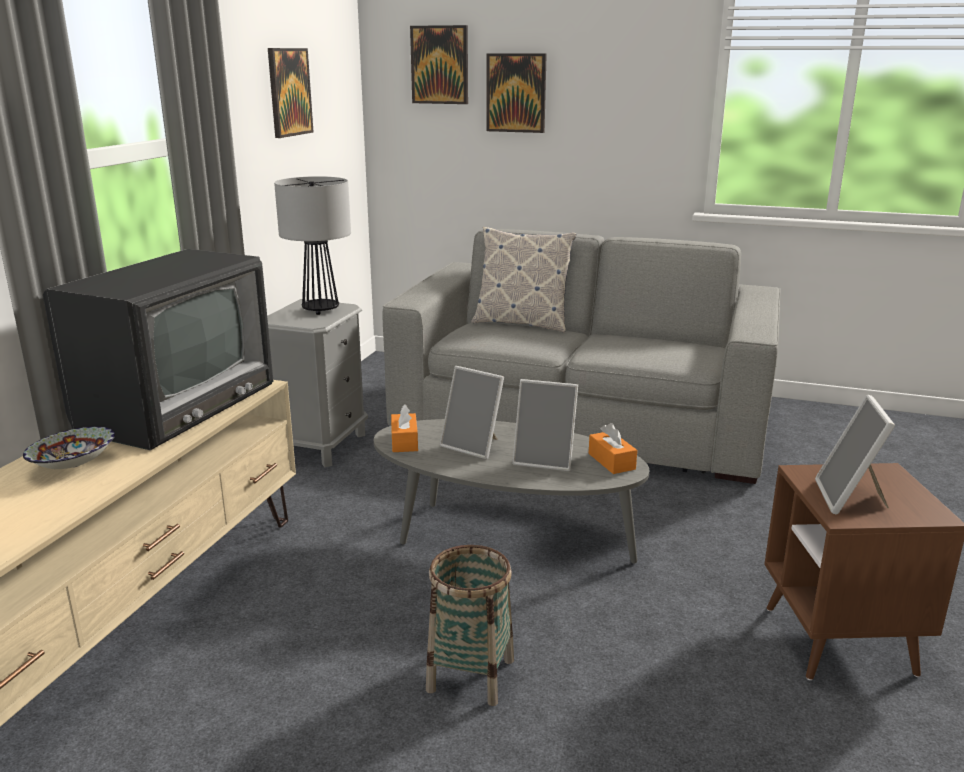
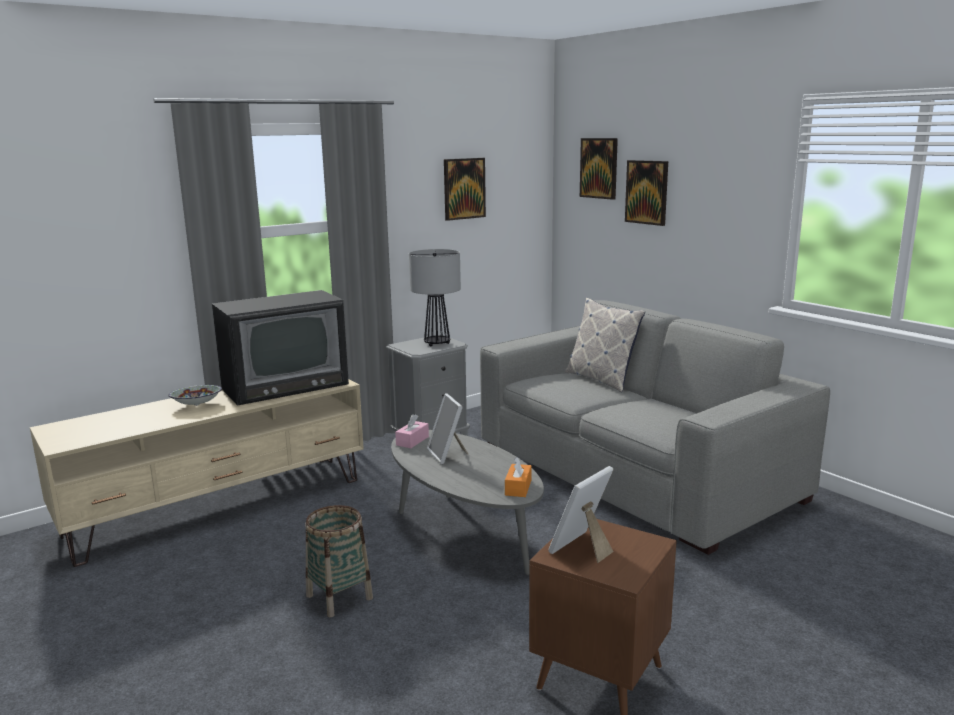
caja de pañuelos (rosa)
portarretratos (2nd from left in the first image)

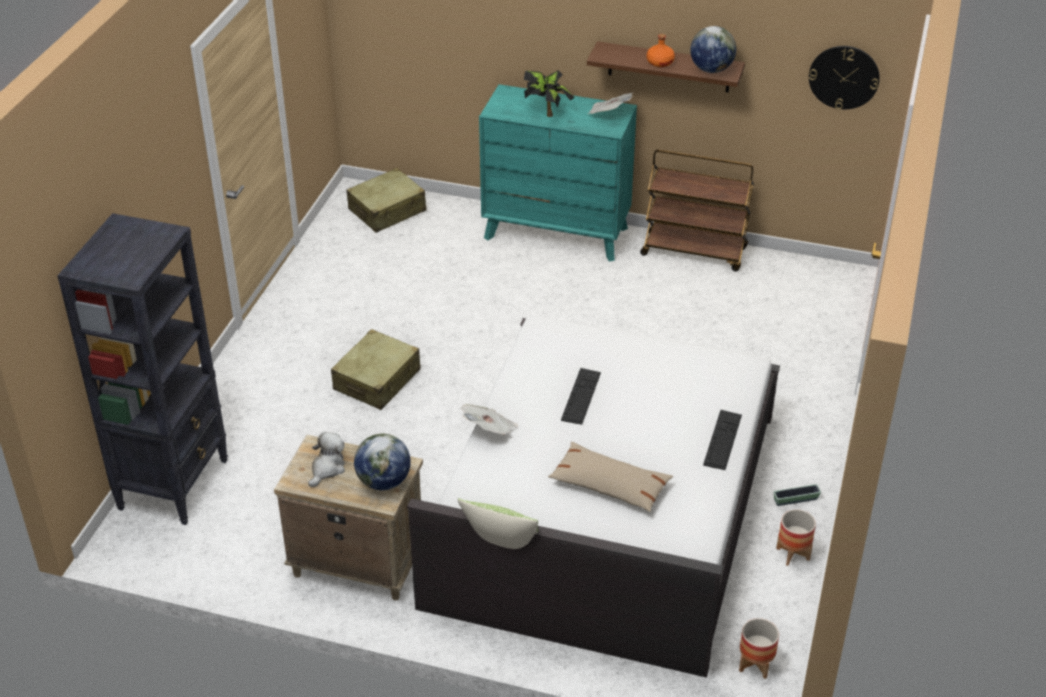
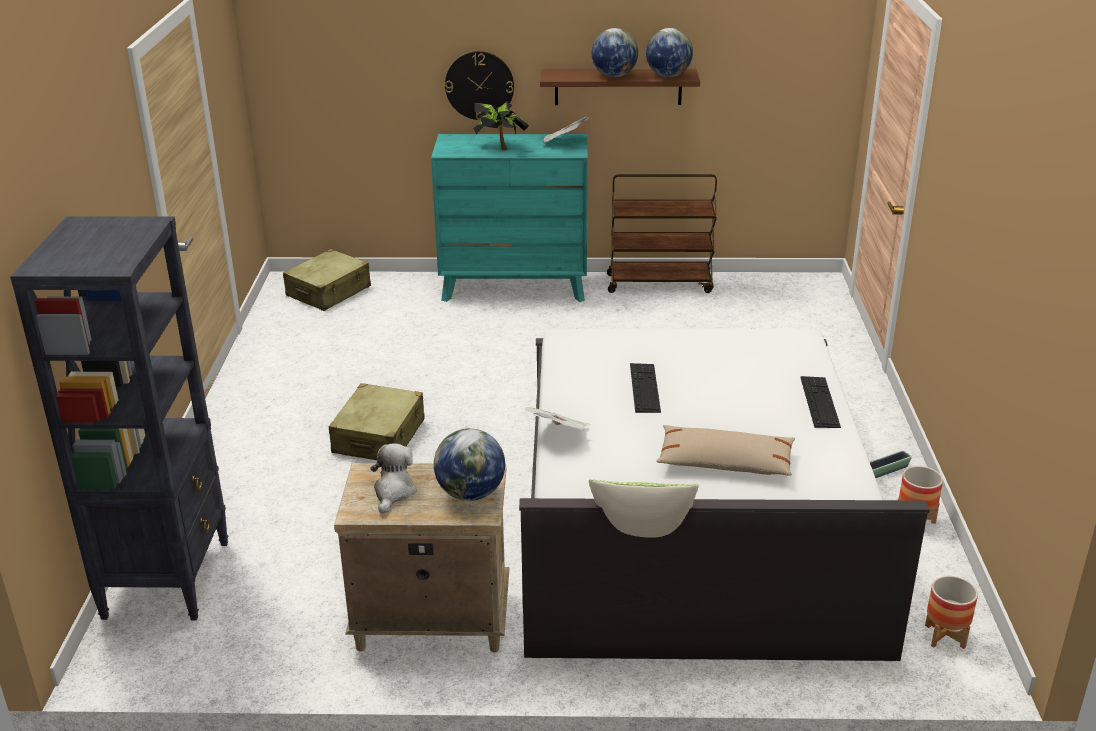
reloj de pared
globo terráqueo (2nd from left)

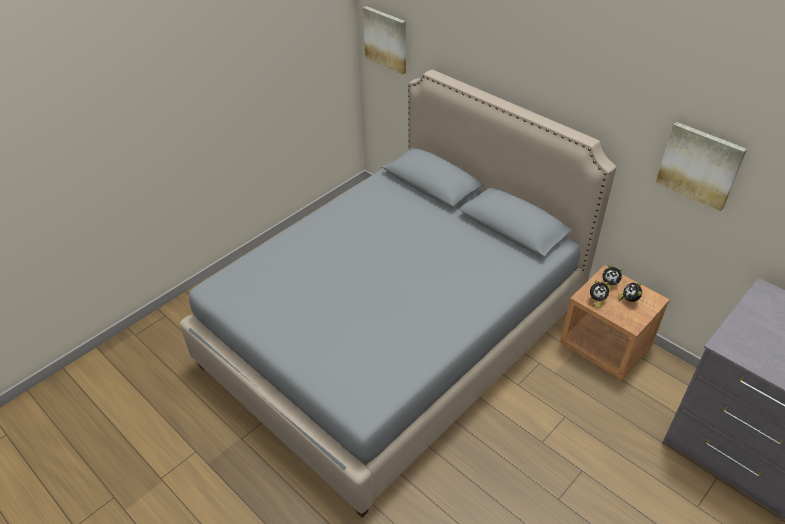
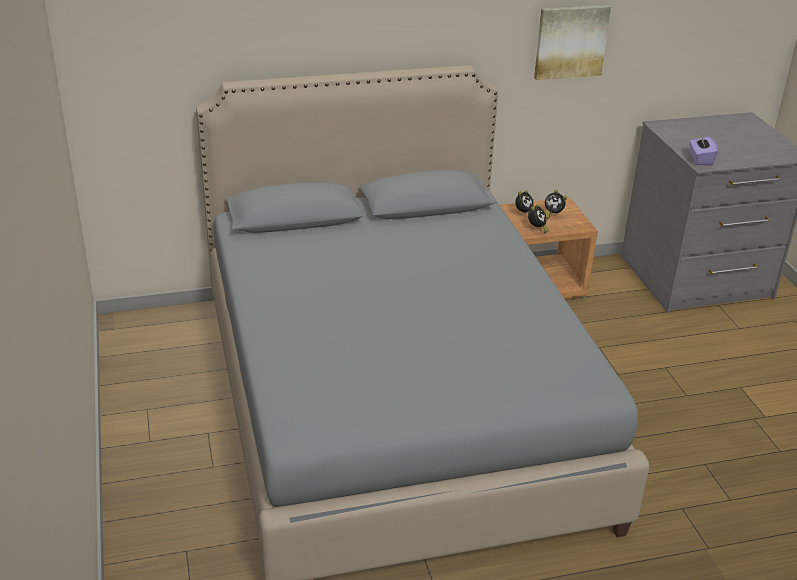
caja de pañuelos (morado)
cuadro (1st from left in the first image)

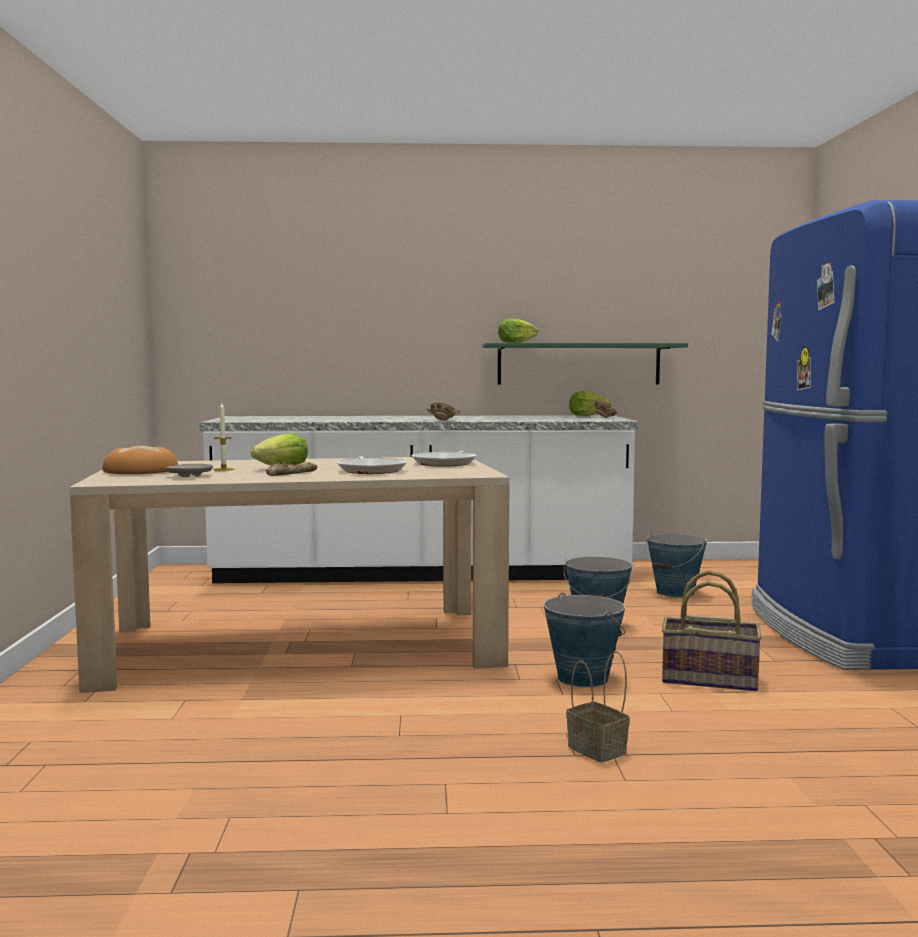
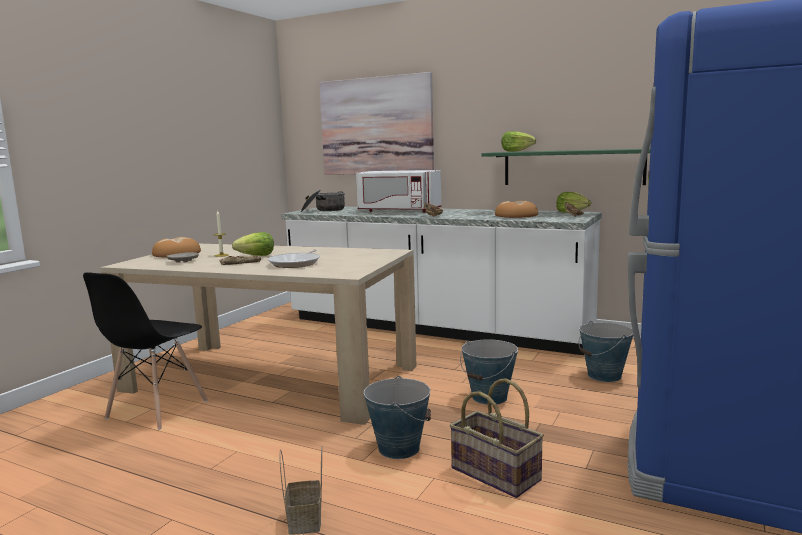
silla (negro)
olla
cuadro
microondas (blanco)
pan (3rd from left)
sartén (2nd from left in the first image)

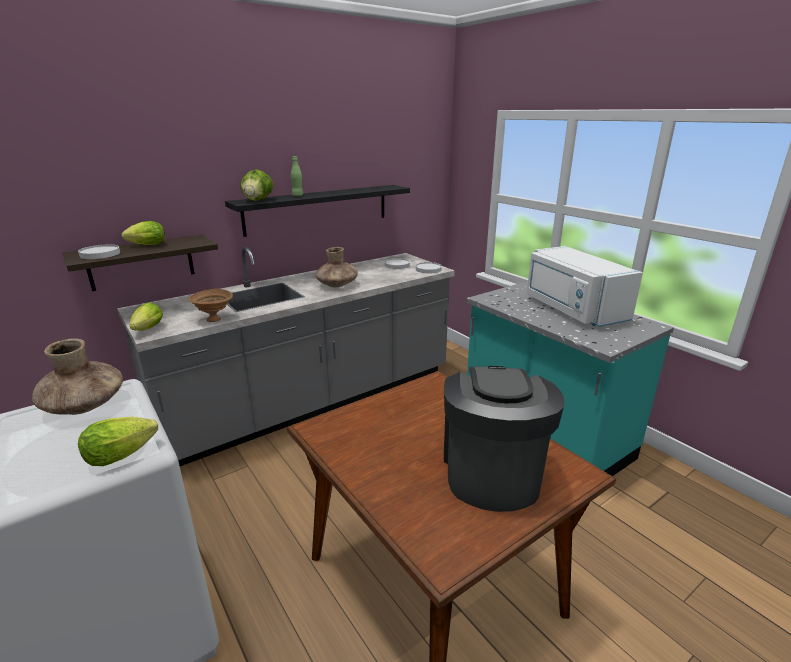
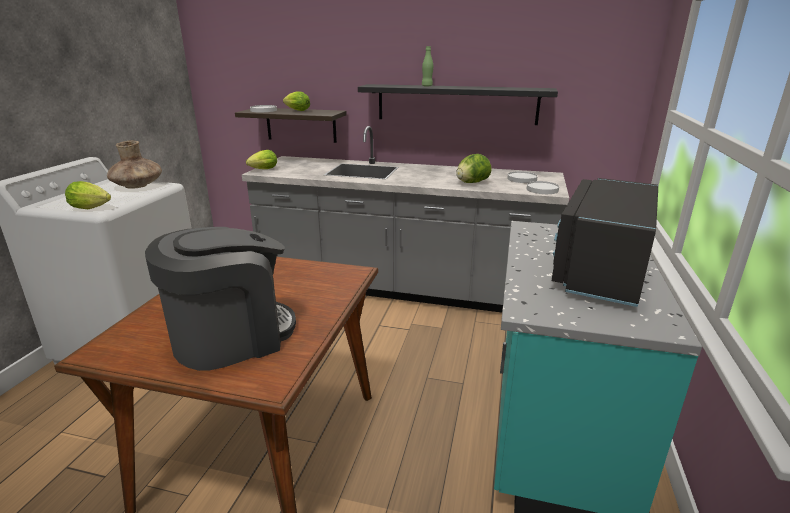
lechuga (4th from left)
microondas (negro)
cuenco (marrón)
florero (marrón) (2nd from left in the first image)

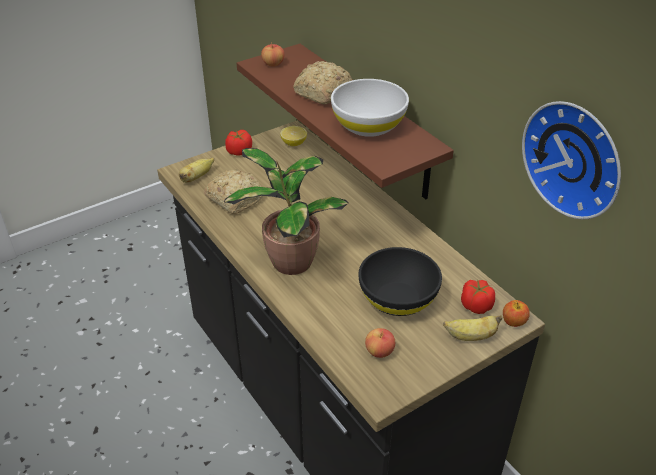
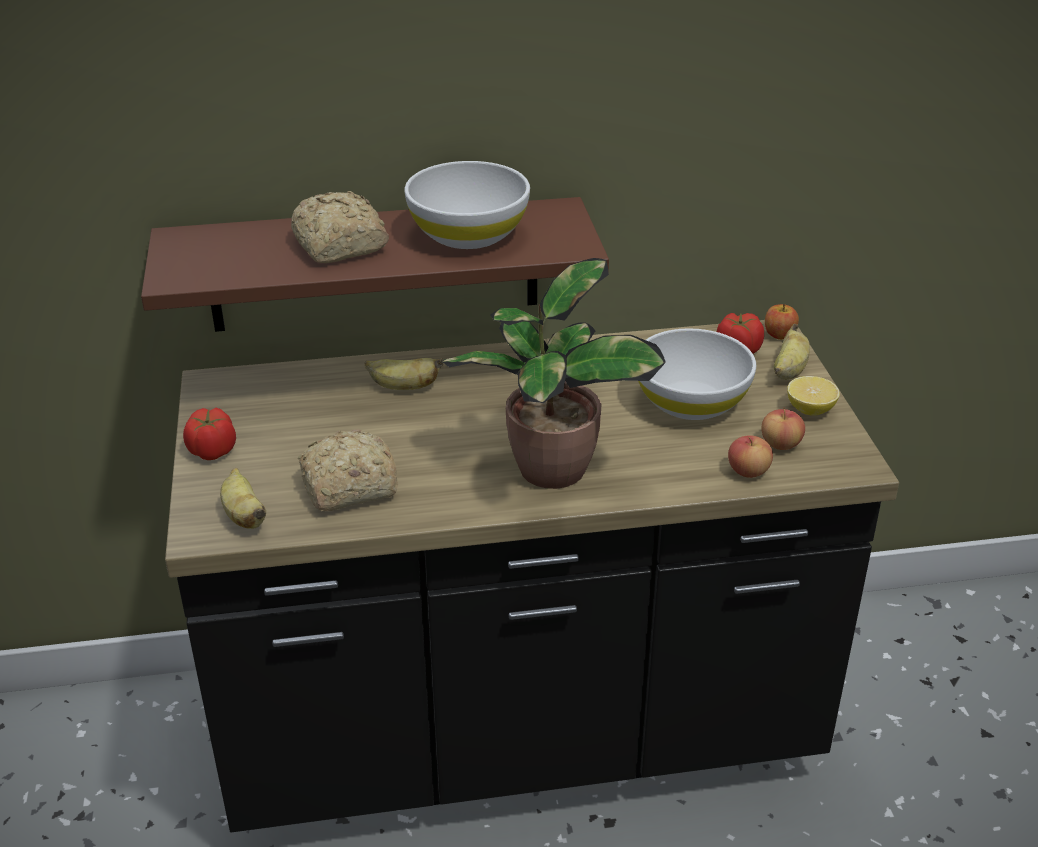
plátano (2nd from left)
cuenco (blanco) (2nd from left)
manzana (1st from left)
limón
reloj de pared

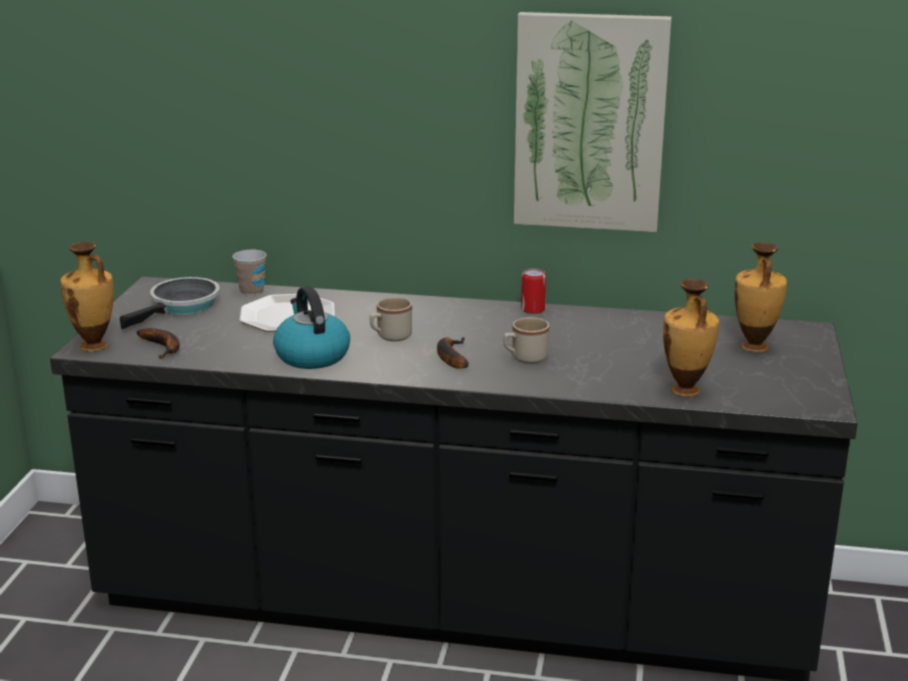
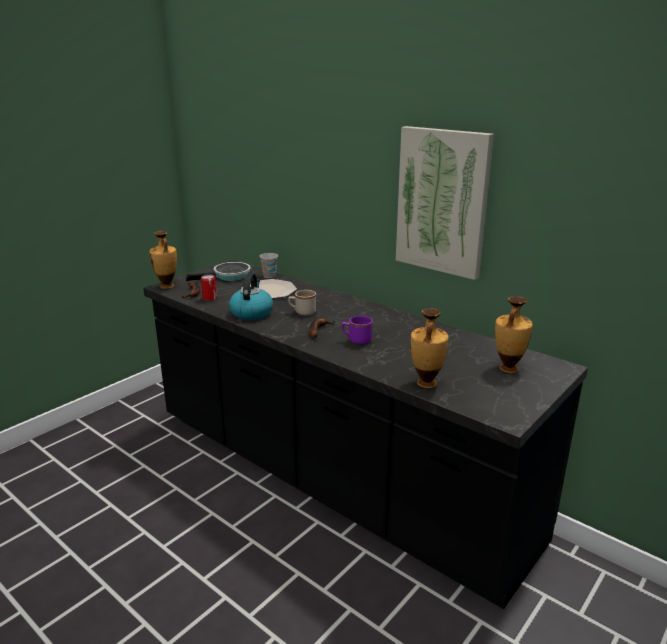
lata
taza grande (morado)

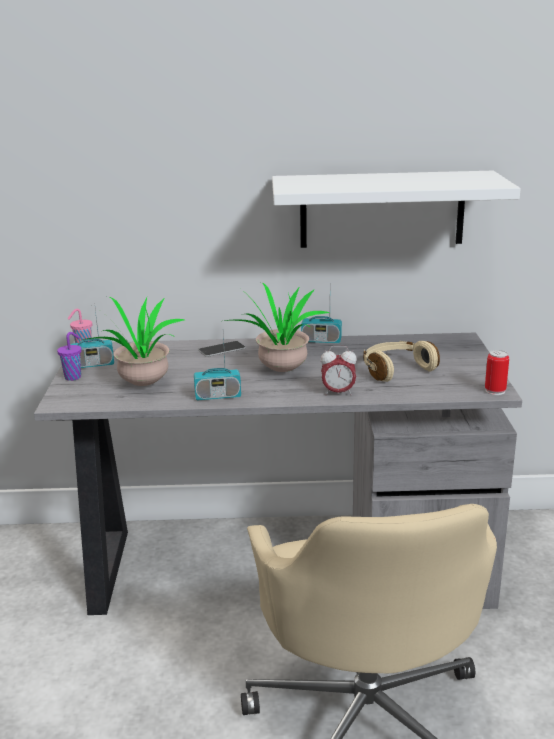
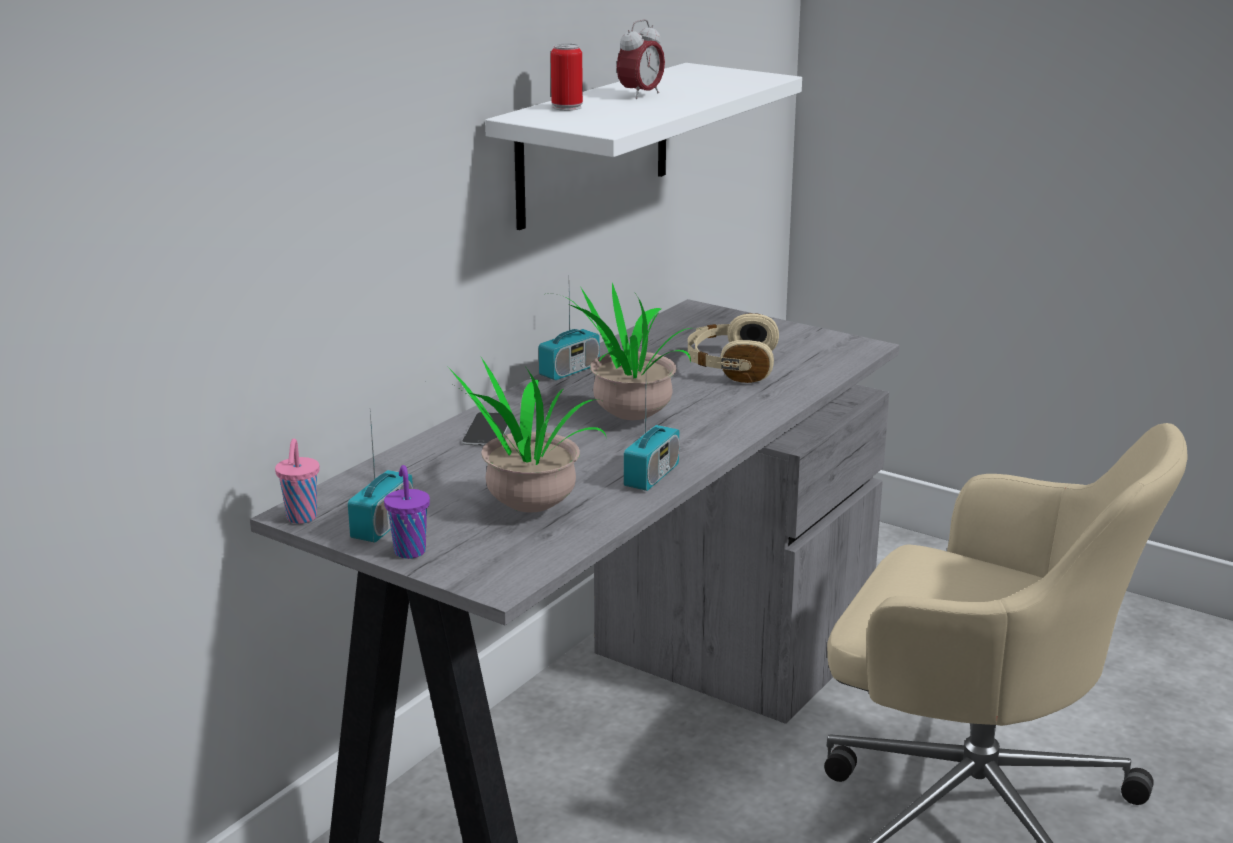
lata
despertador

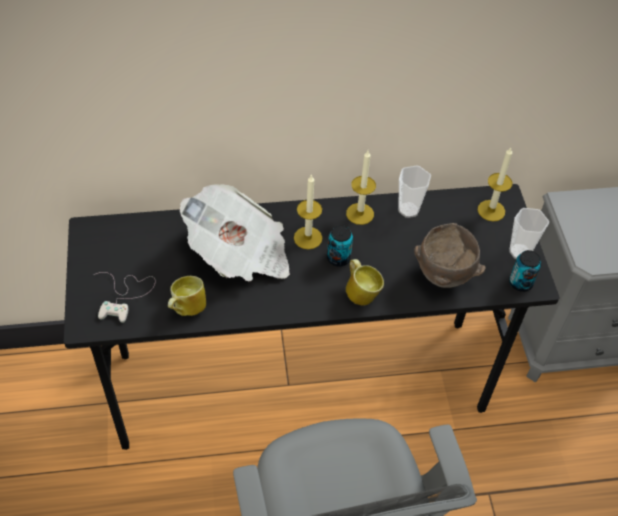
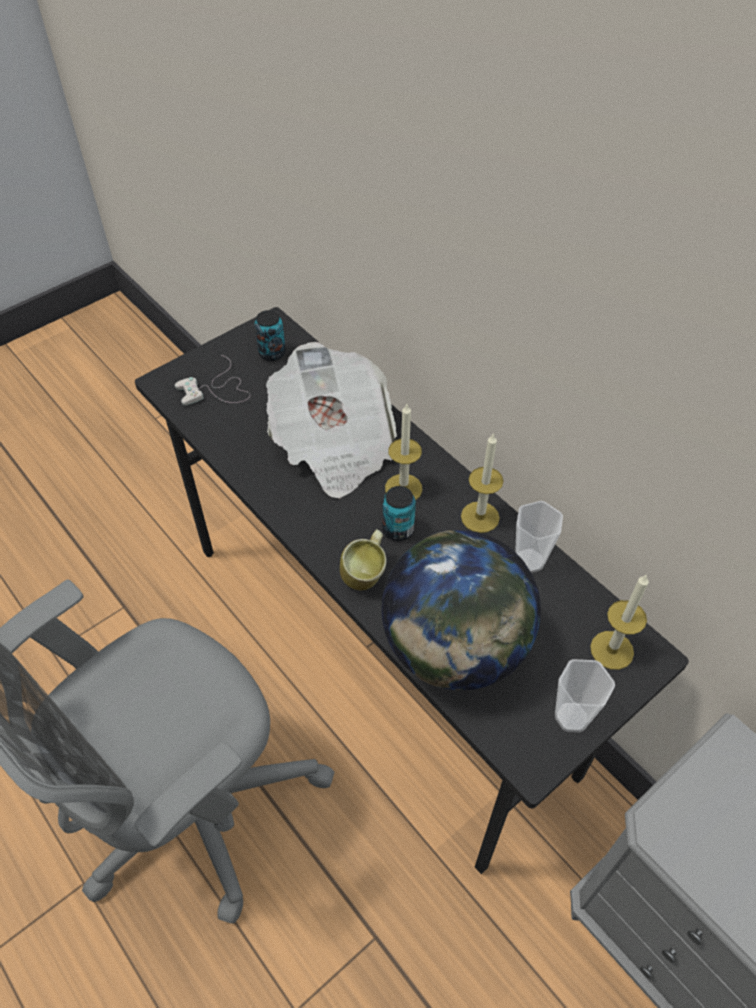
lata (1st from left)
globo terráqueo
taza grande (1st from left in the first image)

